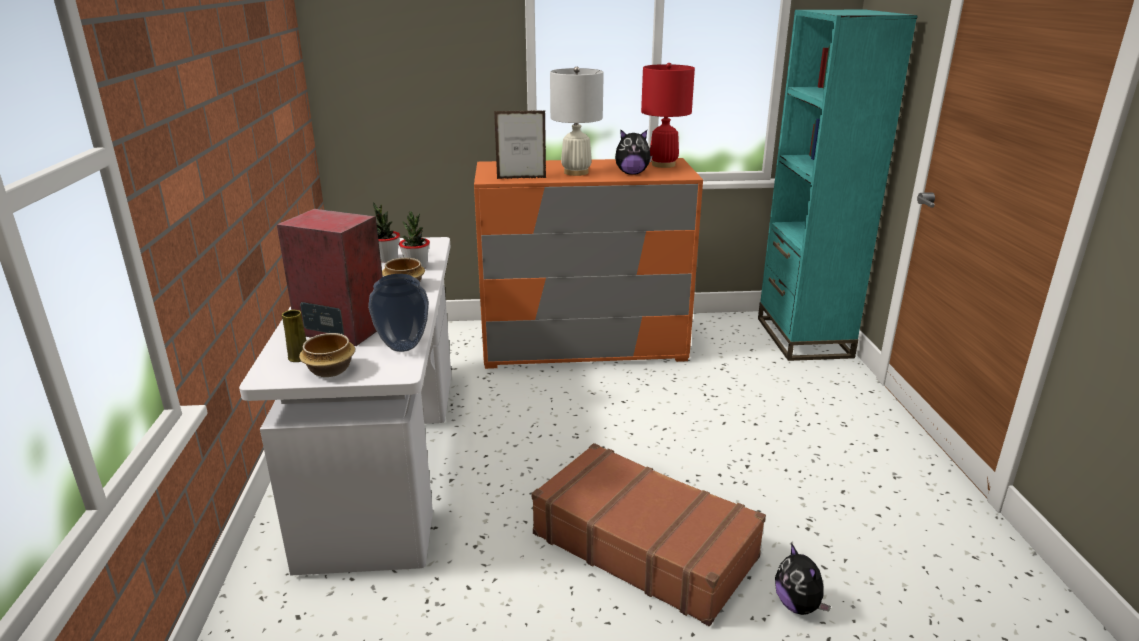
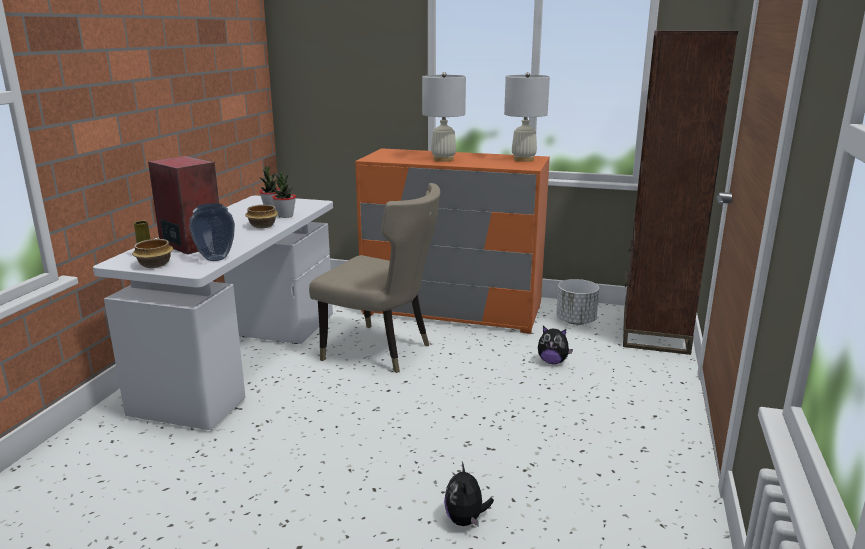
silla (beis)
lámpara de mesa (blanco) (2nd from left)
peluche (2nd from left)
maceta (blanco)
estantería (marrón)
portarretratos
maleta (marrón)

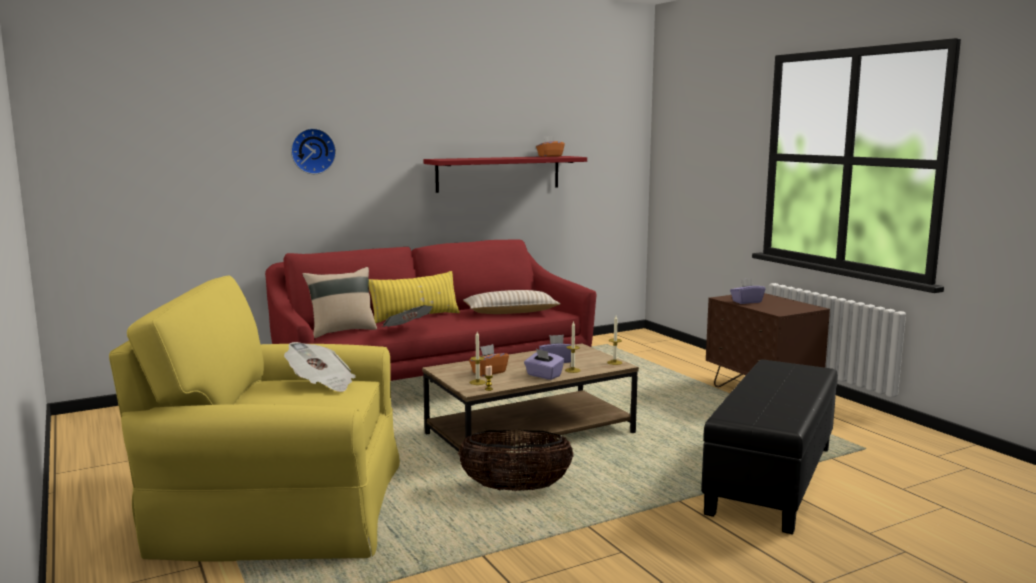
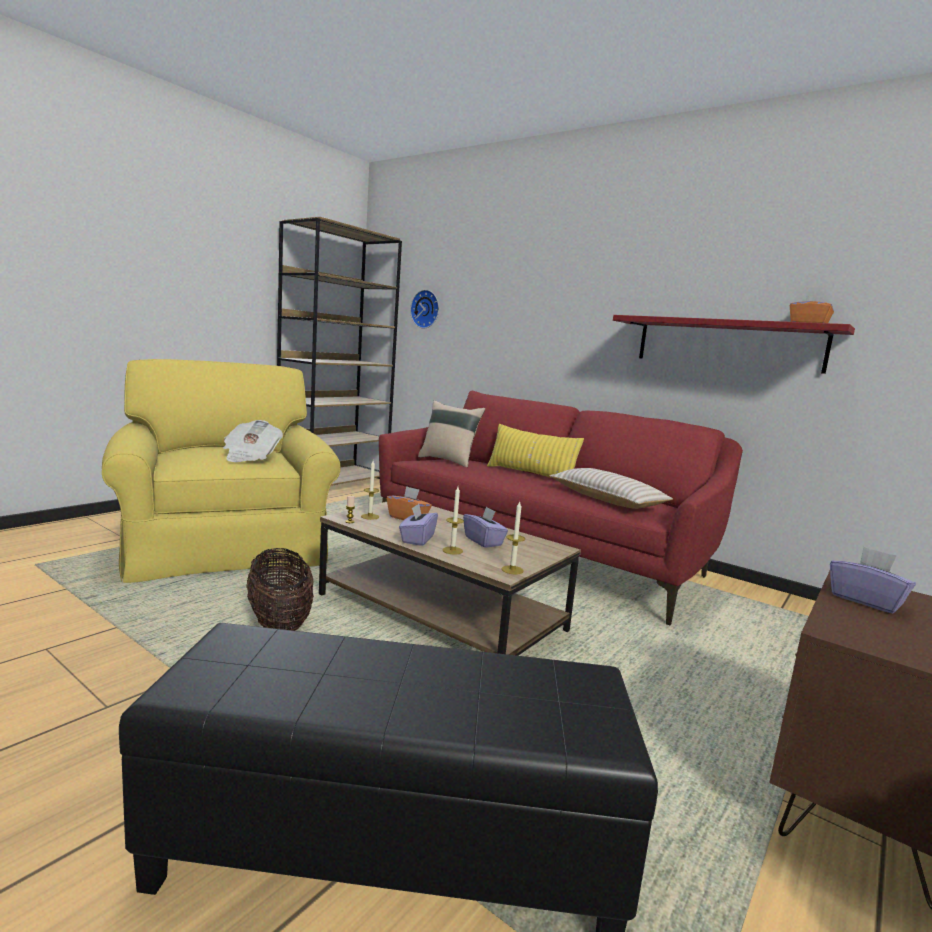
estantería (marrón)
reloj de pared
periódico (2nd from left in the first image)

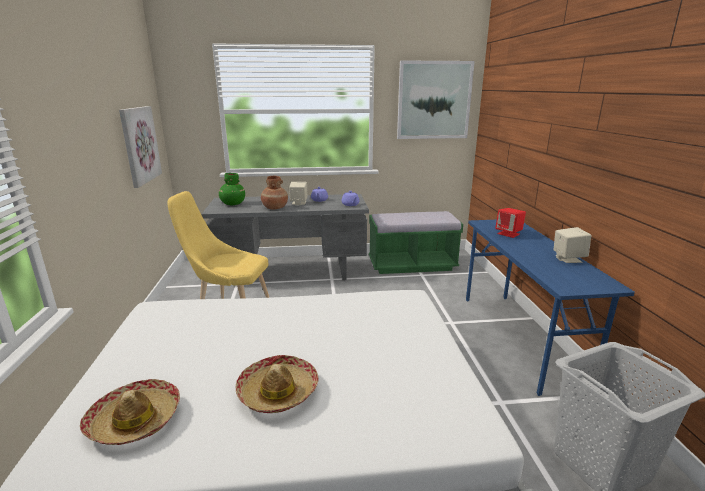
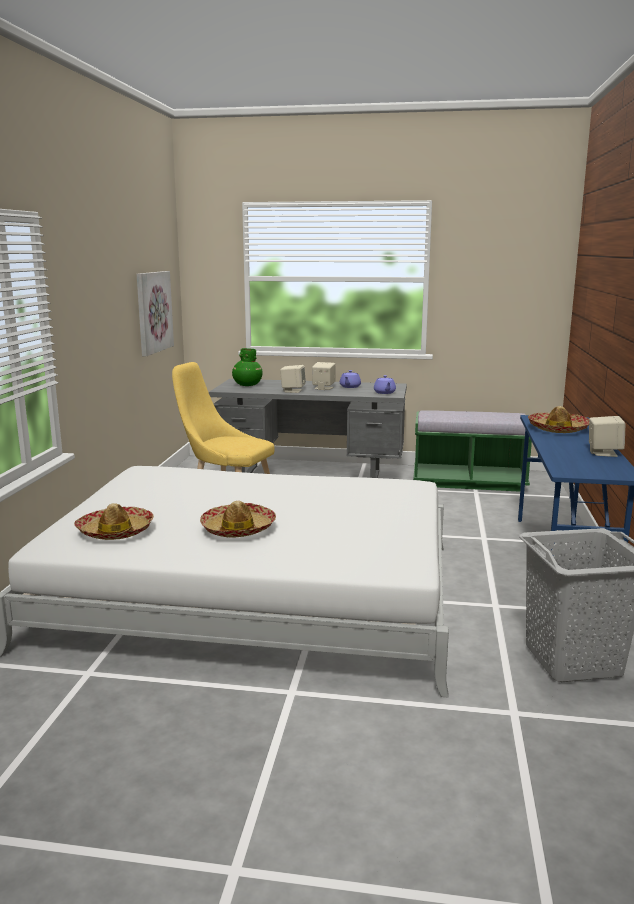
altavoz (beis) (1st from left)
sombrero (3rd from left)
cuadro (2nd from left in the first image)

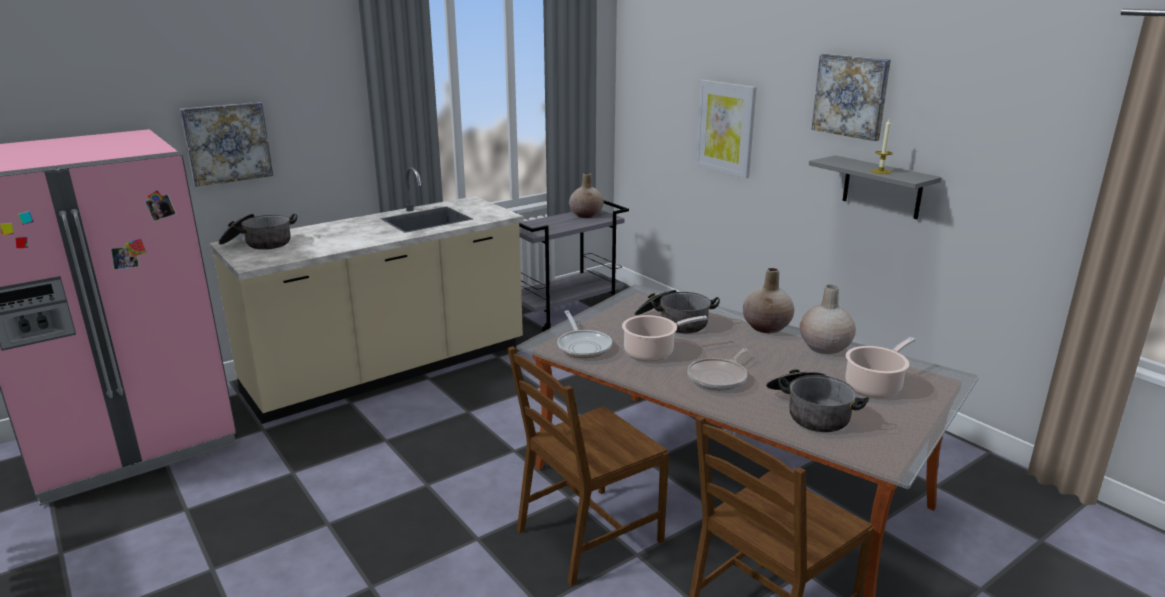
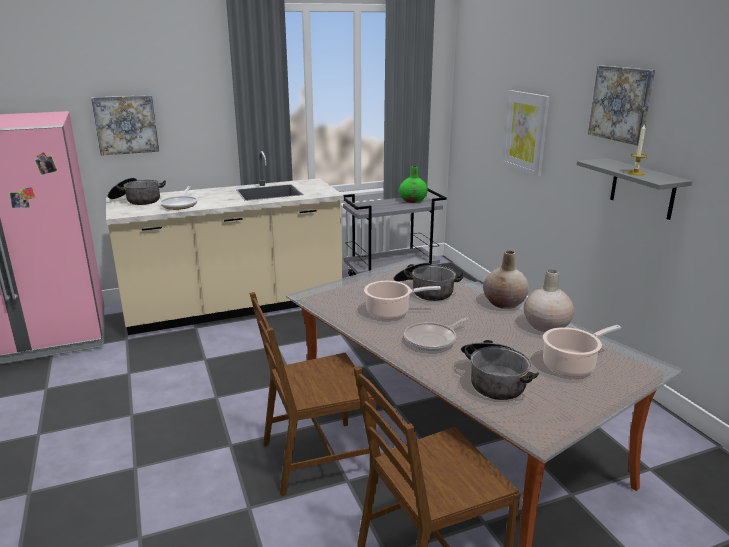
sartén (1st from left)
florero (verde)

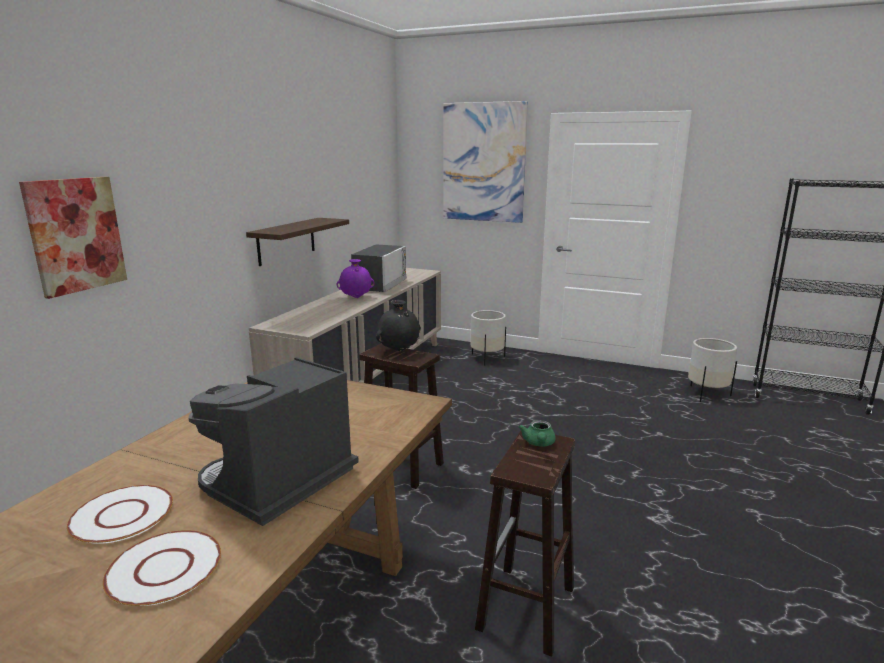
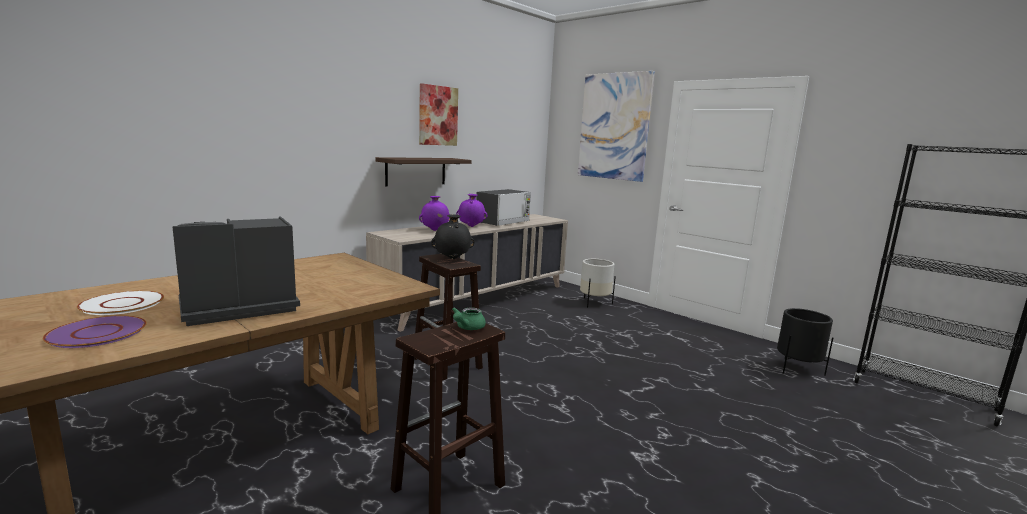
plato (morado)
cuadro (1st from left)
florero (morado) (1st from left)
maceta (negro)

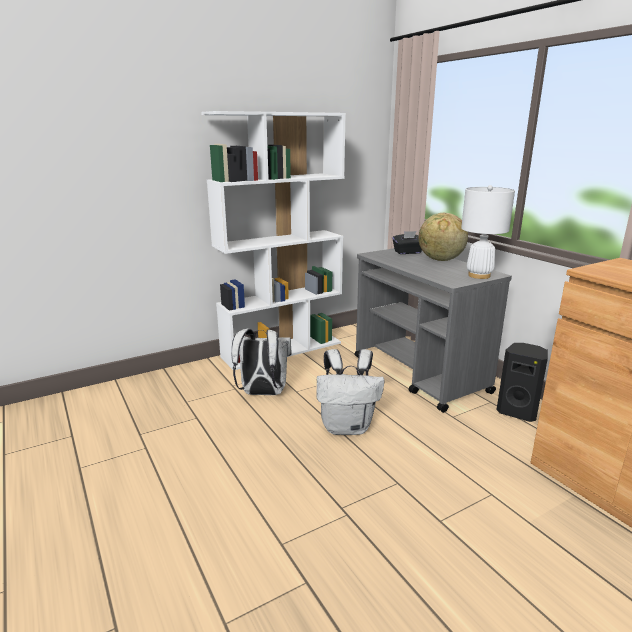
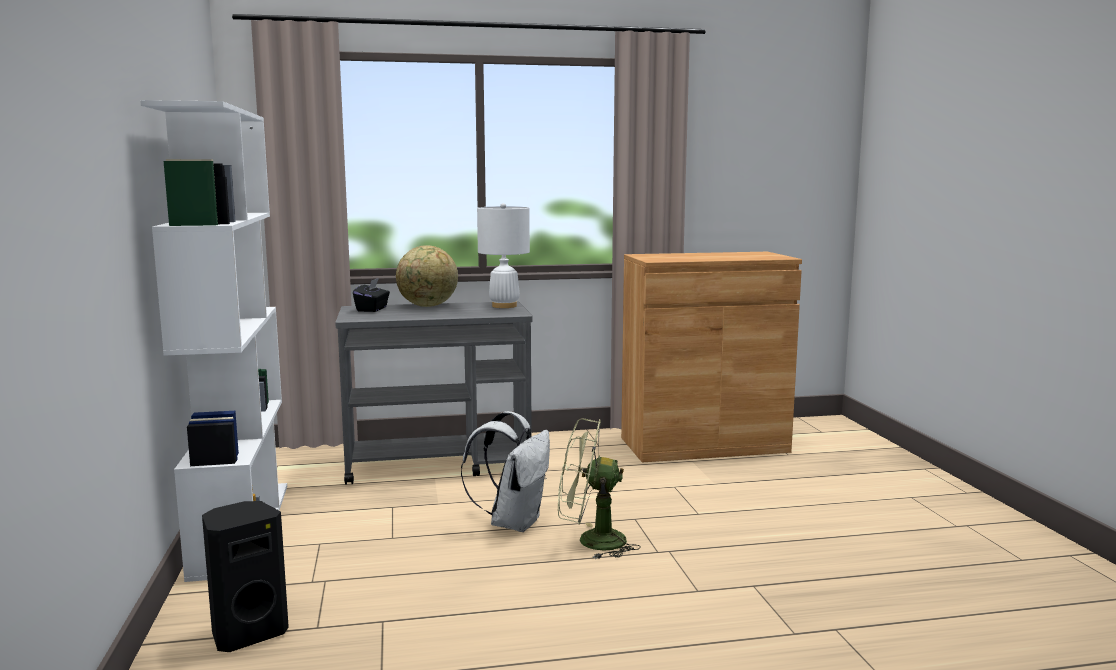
altavoz (negro)
ventilador (verde)
mochila (blanco) (1st from left in the first image)

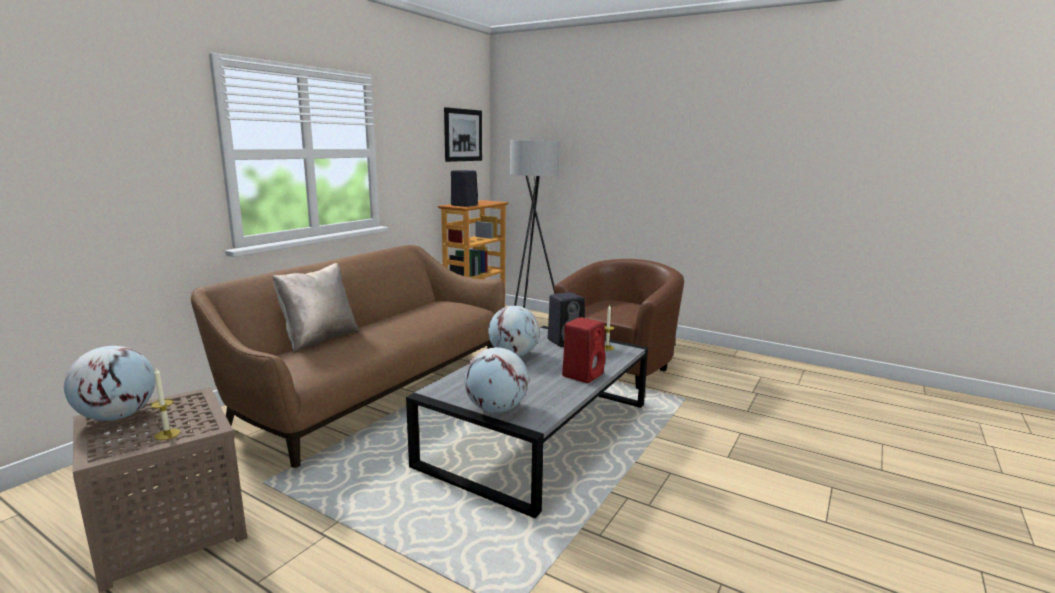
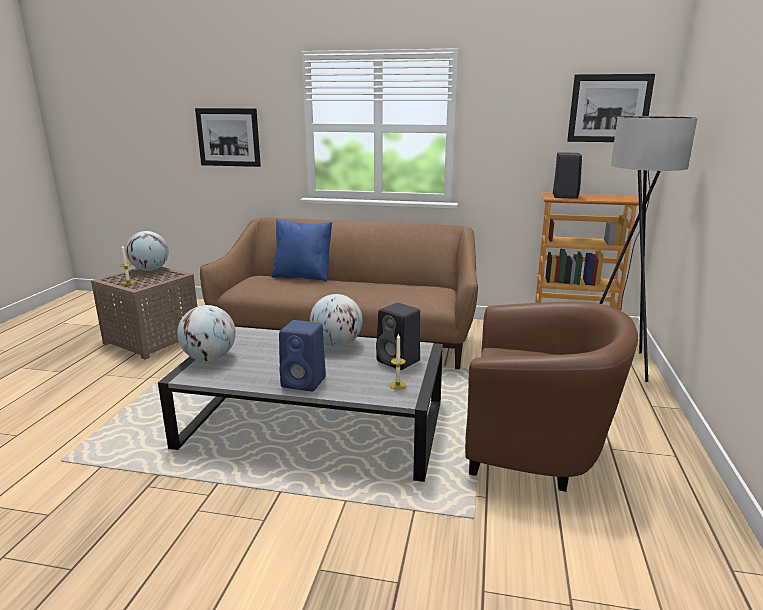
cuadro (1st from left)
cojín (azul)
altavoz (azul)

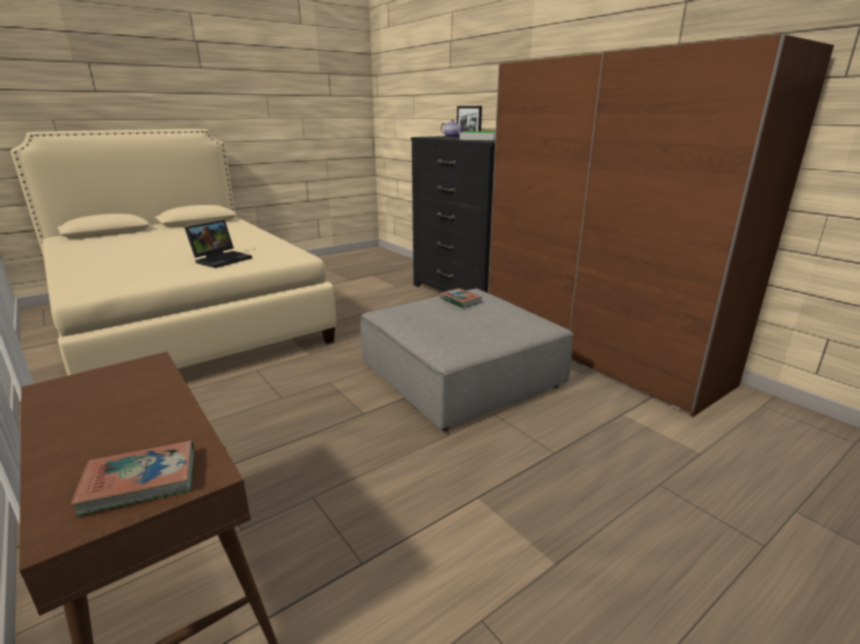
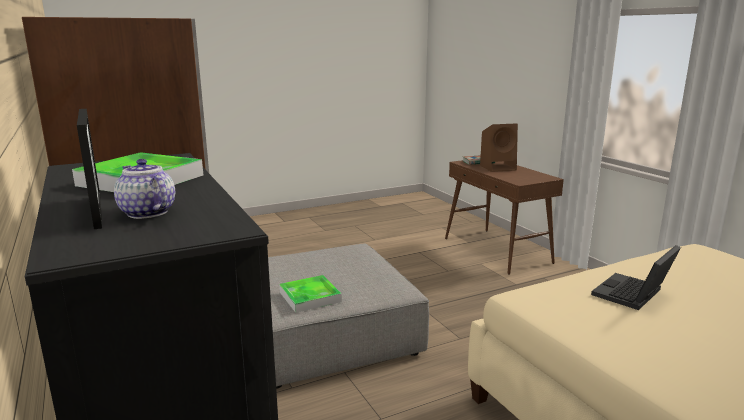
bandeja (2nd from left)
altavoz (marrón)

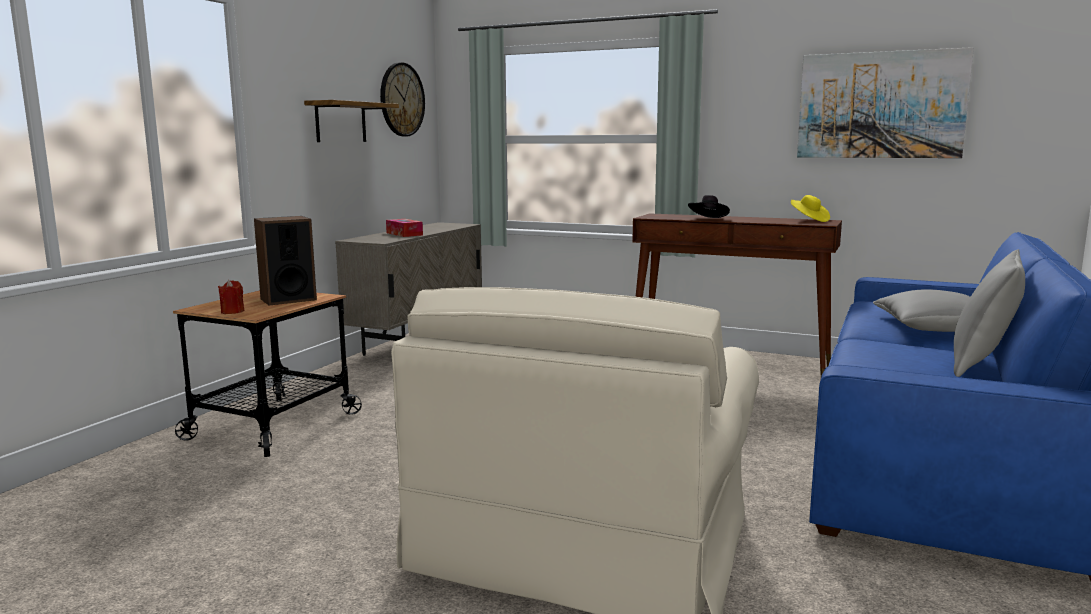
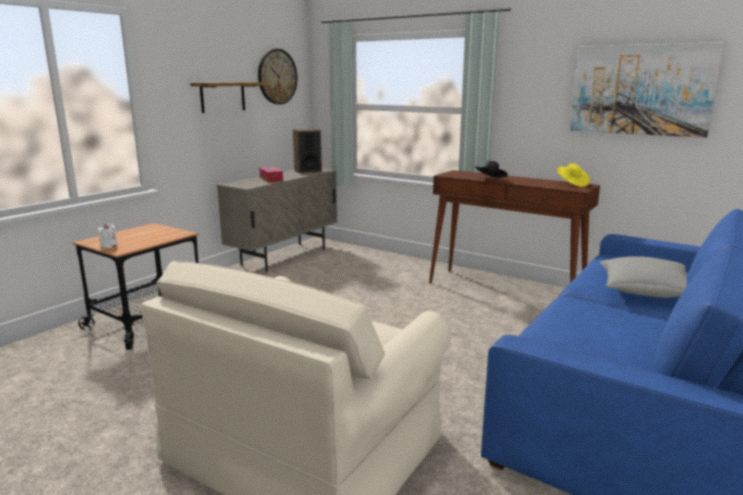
vela (blanco)
altavoz
cojín (gris) (2nd from left in the first image)

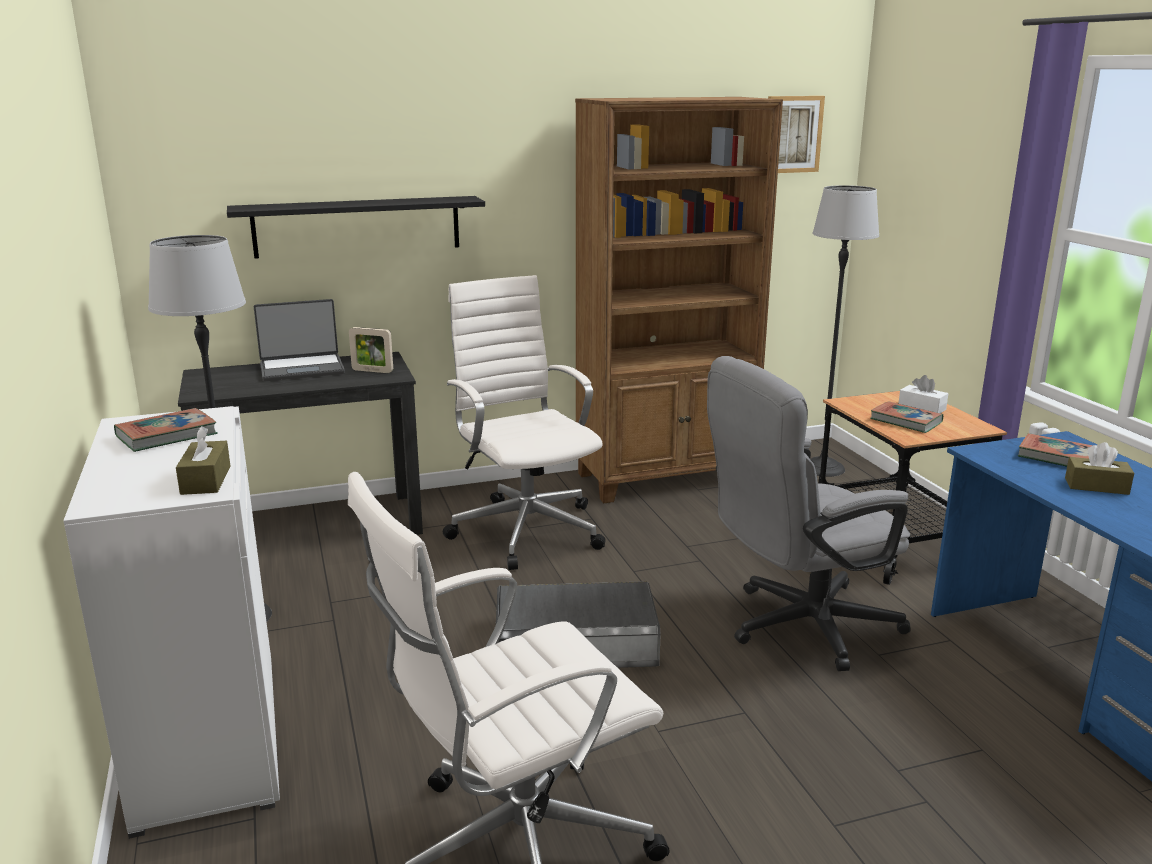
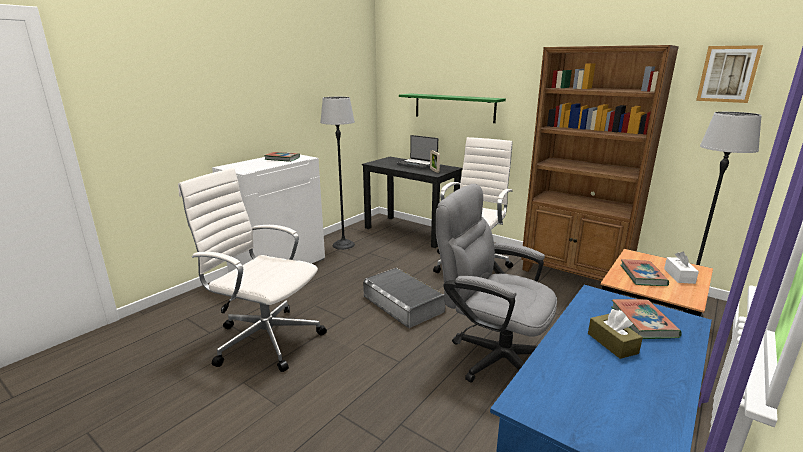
estante (verde)
caja de pañuelos (marrón) (1st from left in the first image)

